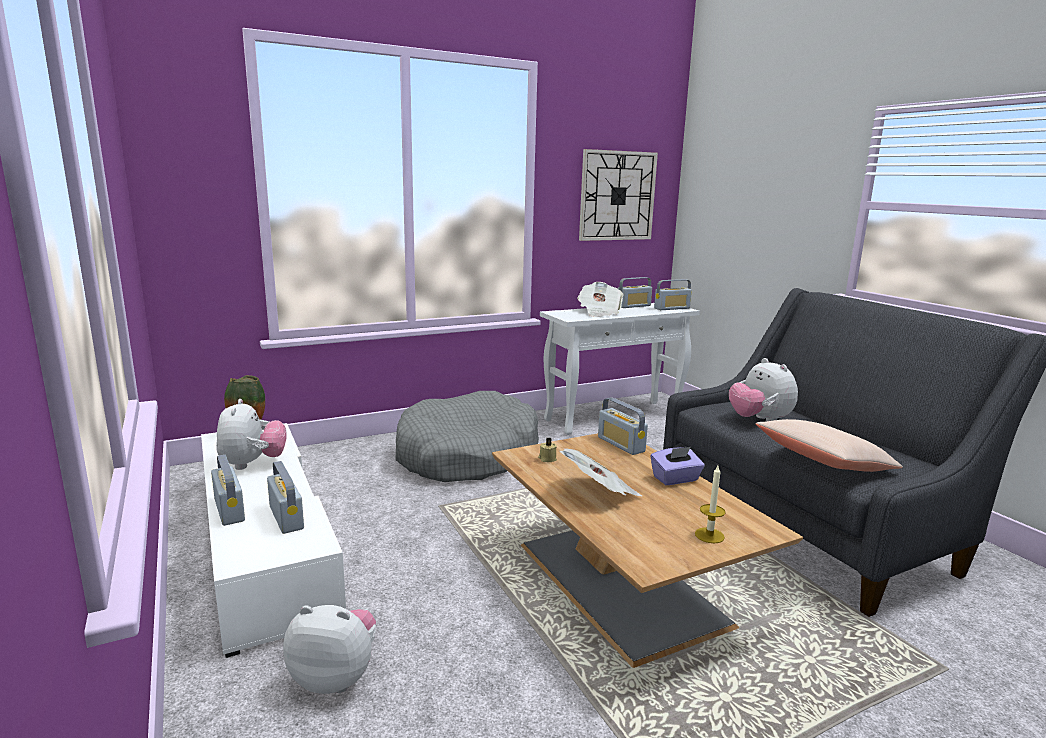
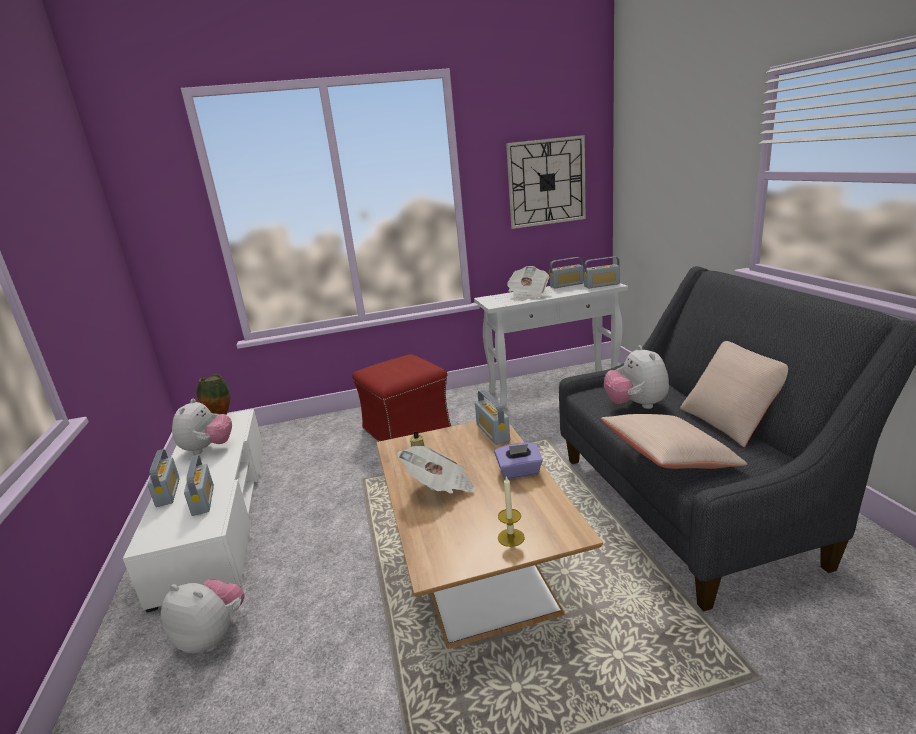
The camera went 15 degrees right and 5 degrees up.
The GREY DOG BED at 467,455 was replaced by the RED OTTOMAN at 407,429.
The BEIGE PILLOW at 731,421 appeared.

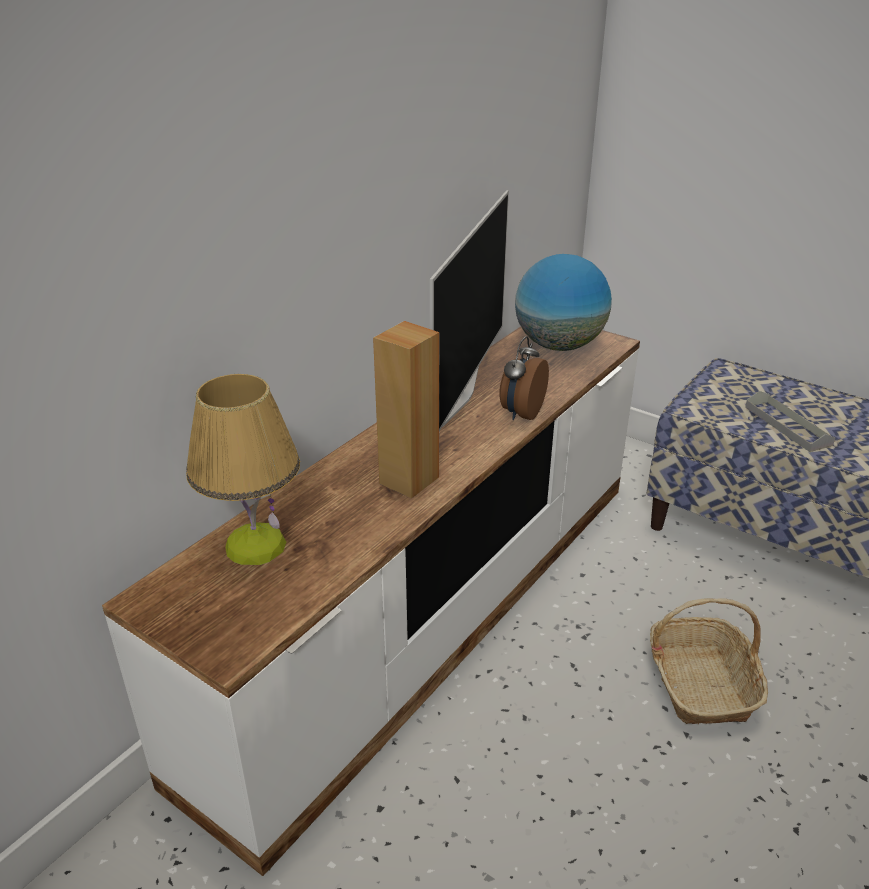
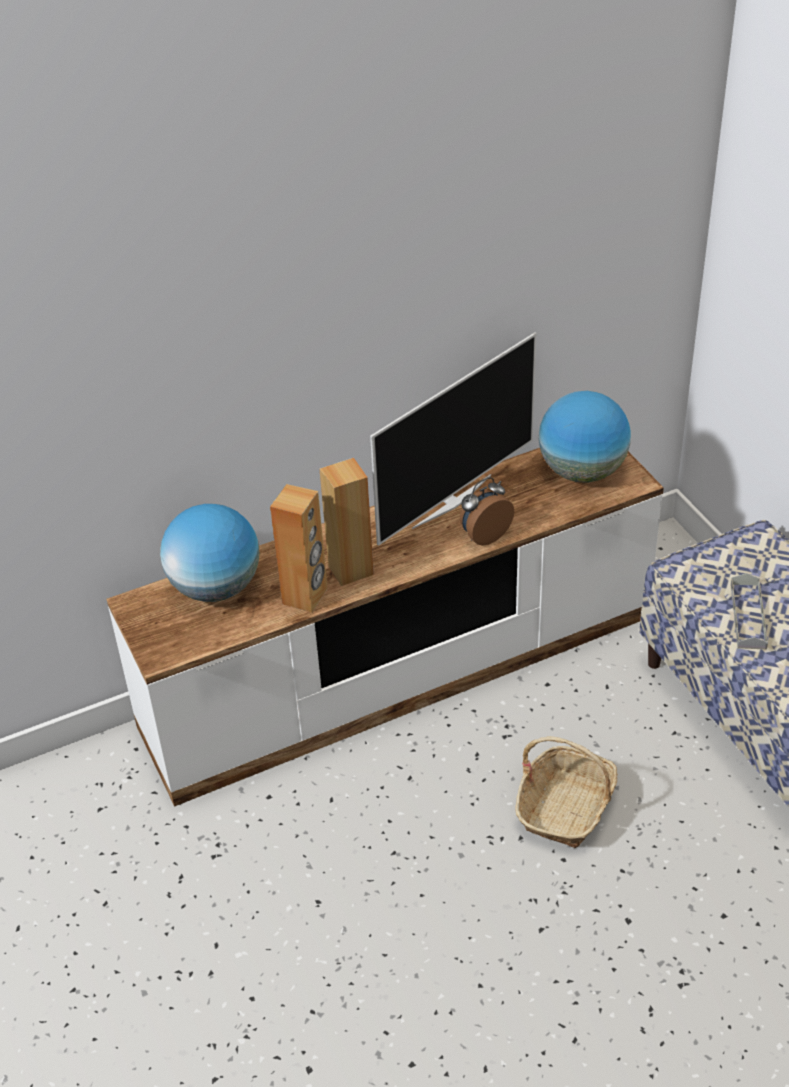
The camera went 30 degrees right and 10 degrees up.
The TABLE LAMP at 255,545 was replaced by the GLOBE at 216,587.
The BROWN SPEAKER at 305,596 appeared.

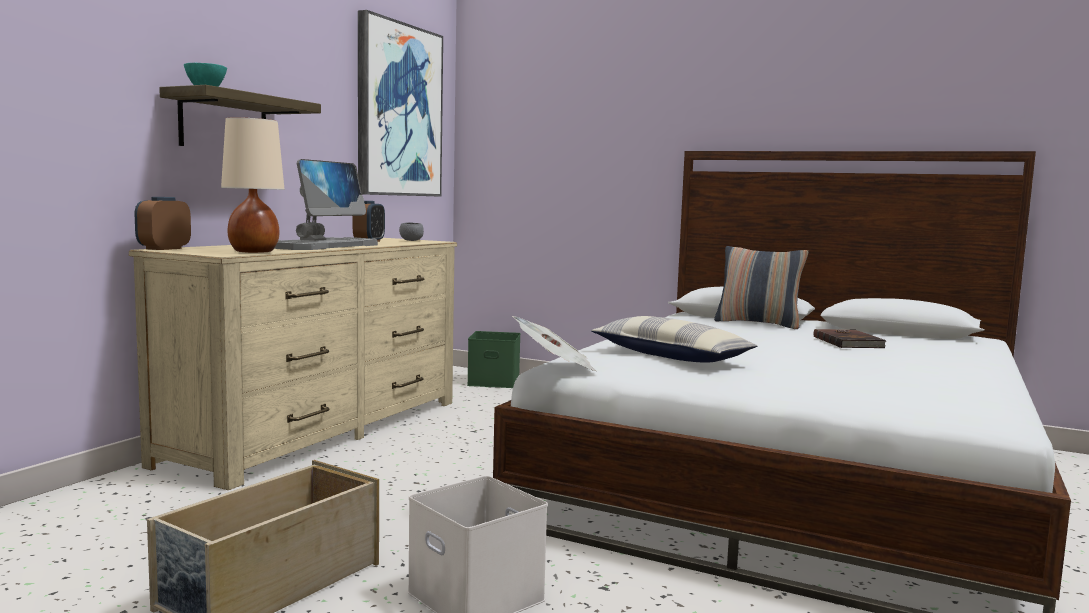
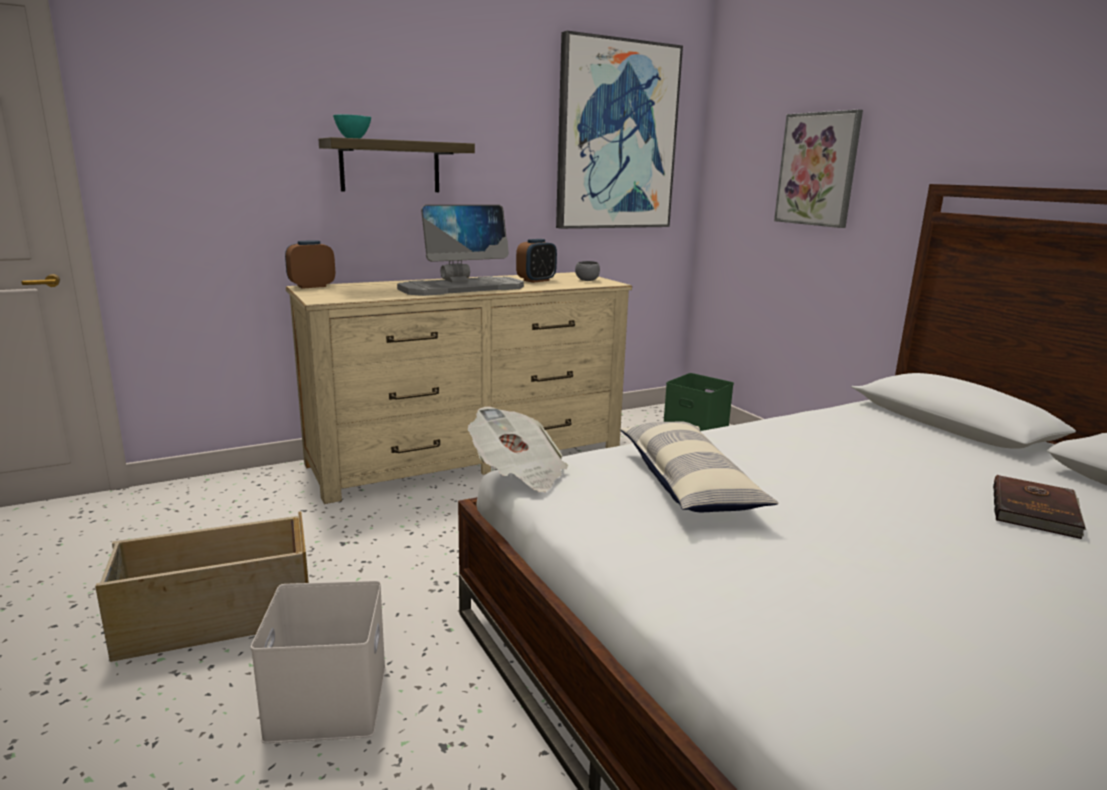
The camera went 35 degrees right and 10 degrees up.
The BEIGE TABLE LAMP at 253,252 disappeared.
The PILLOW at 758,323 disappeared.
The PICTURE at 817,169 appeared.

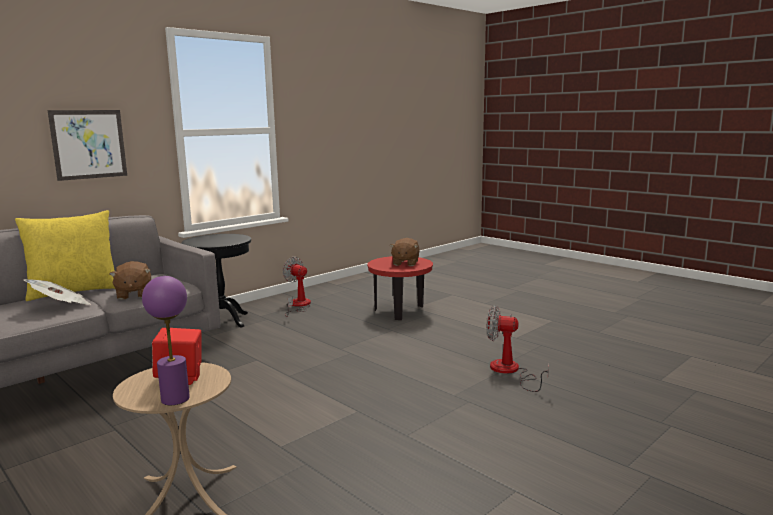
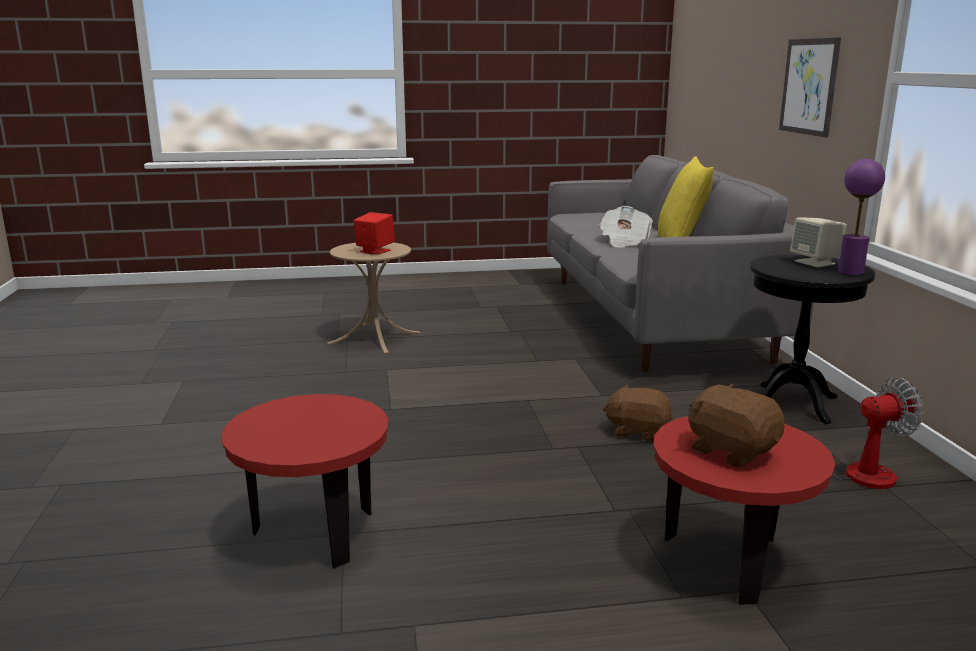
The camera went 125 degrees right and 5 degrees up.
The BROWN PLUSH TOY moved from 133,294 to 637,431.
The PURPLE TABLE LAMP moved from 175,399 to 850,272.
The FAN at 510,371 was replaced by the RED SIDE TABLE at 314,534.
The BEIGE SPEAKER at 815,262 appeared.

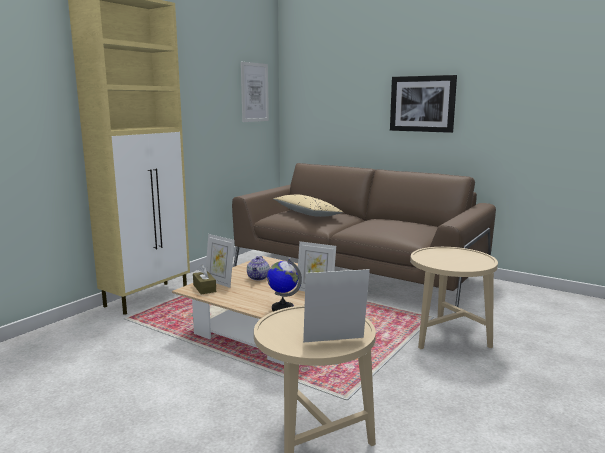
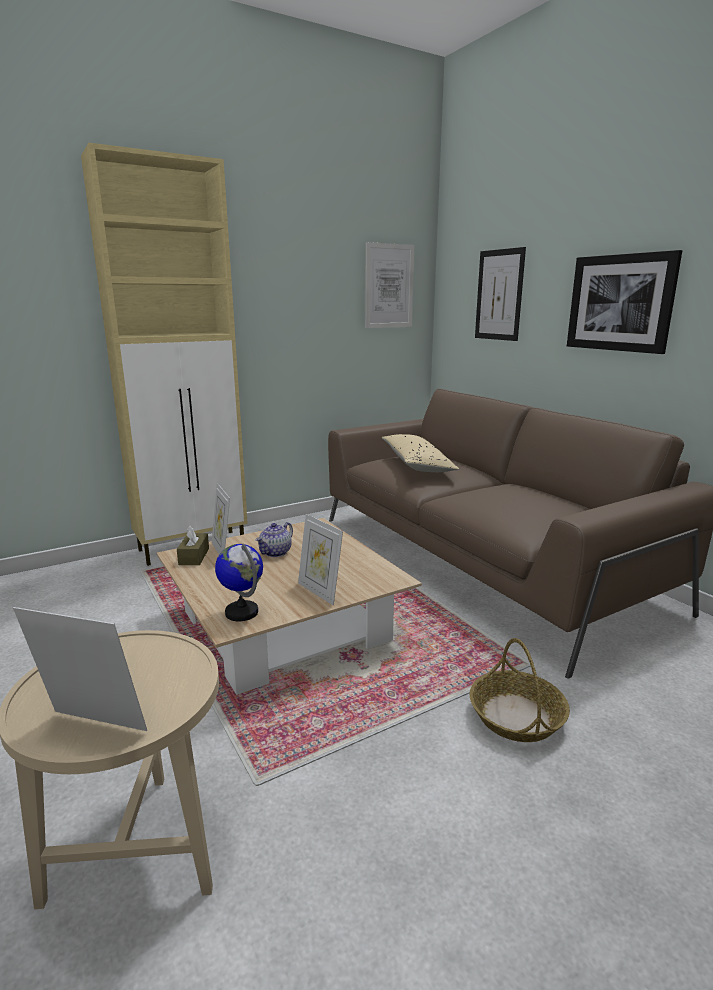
The camera went 25 degrees right and 5 degrees up.
The BEIGE SIDE TABLE at 447,339 was replaced by the BASKET at 517,716.
The PICTURE at 499,295 appeared.

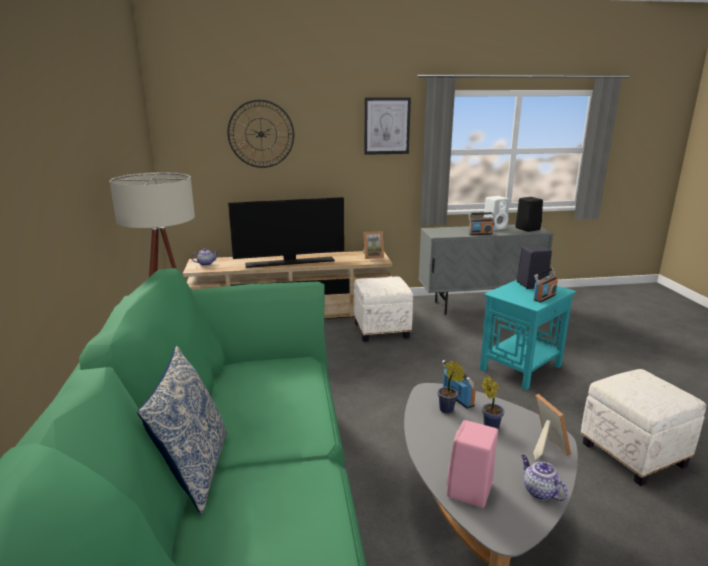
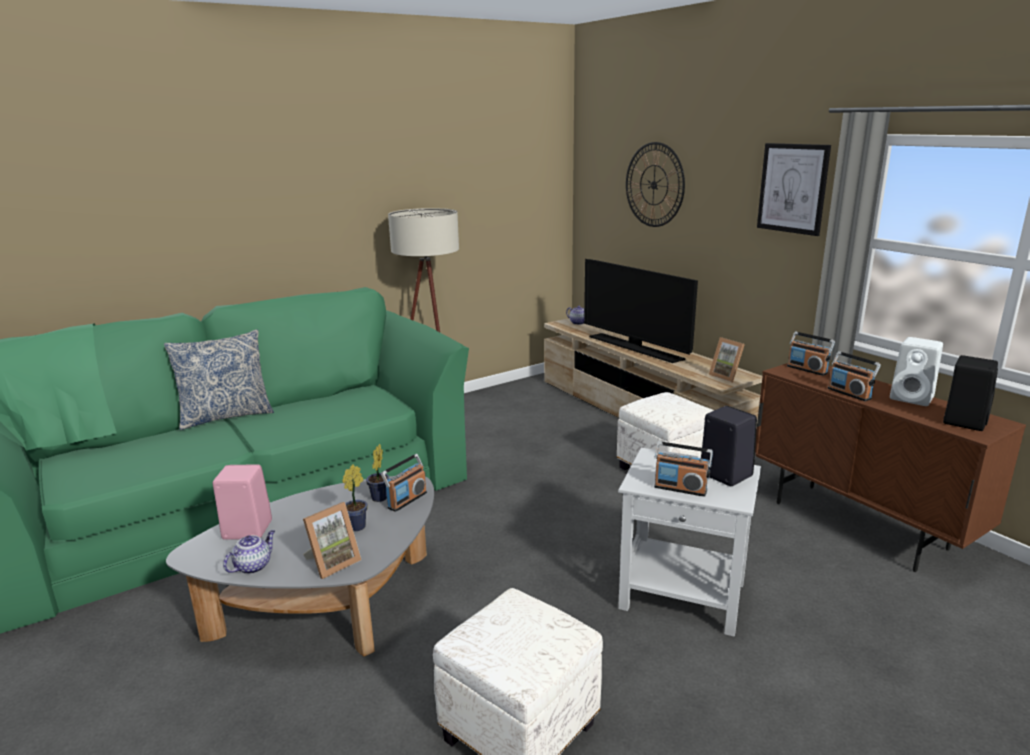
The camera went 65 degrees right and 0 degrees up.
The GREY CABINET at 479,305 became the BROWN CABINET at 858,525.
The TURQUOISE SIDE TABLE at 521,367 became the WHITE SIDE TABLE at 684,596.
The RADIO at 807,369 appeared.

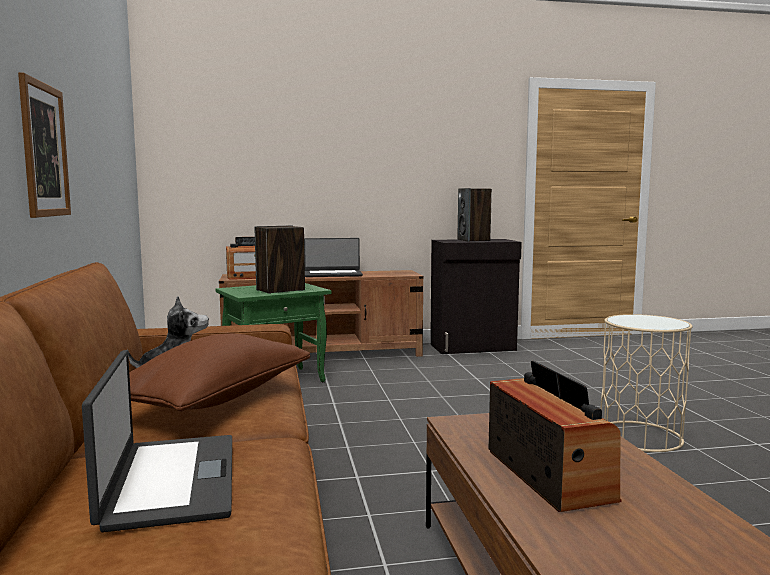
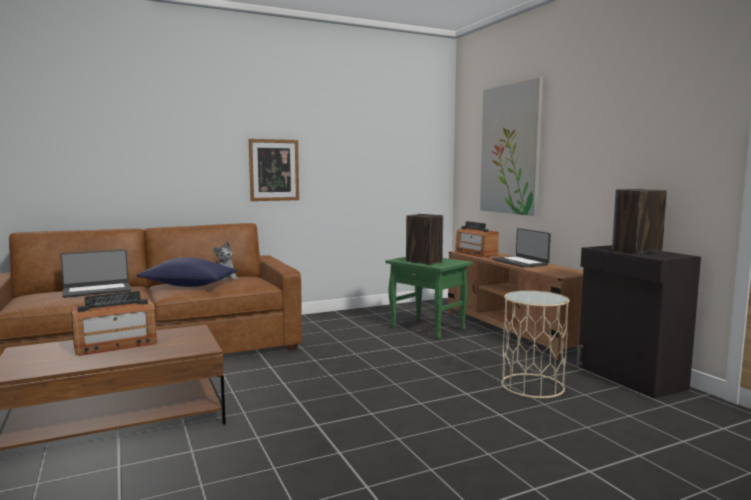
The camera went 75 degrees right and 0 degrees up.
The BROWN PILLOW at 215,399 became the BLUE PILLOW at 189,285.
The BEIGE SIDE TABLE moved from 640,436 to 532,385.
The PICTURE at 510,149 appeared.

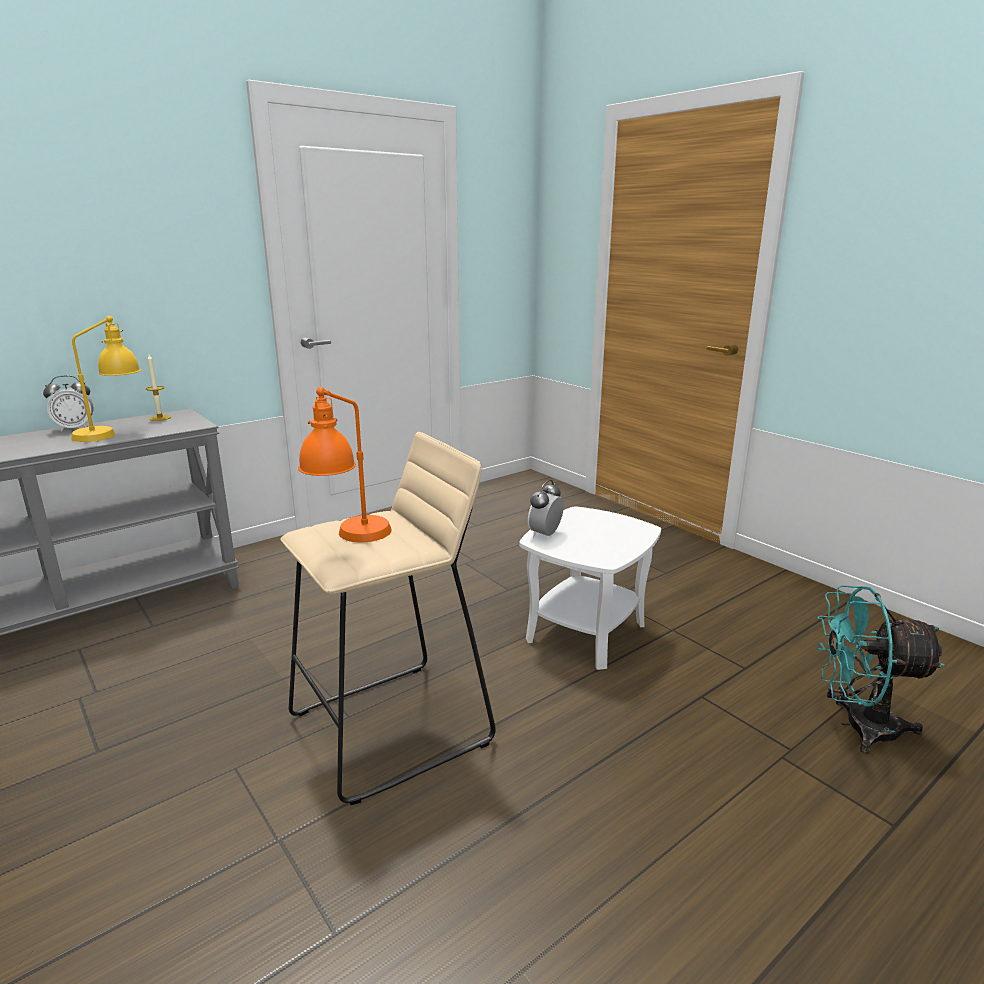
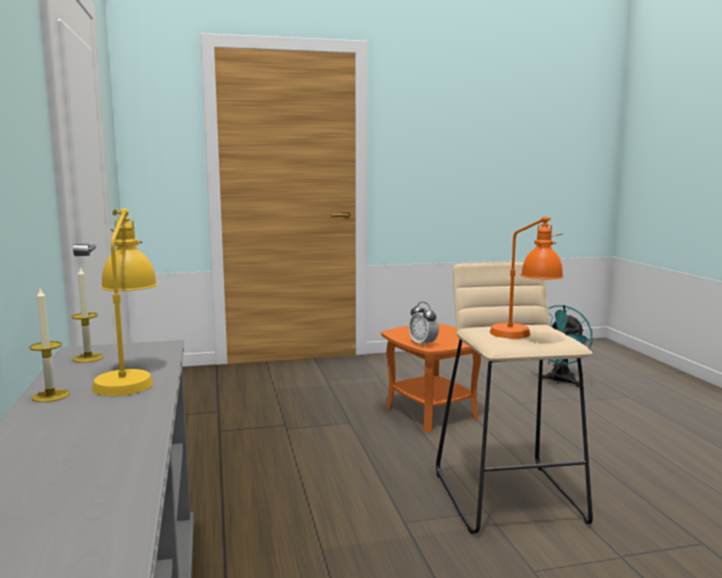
The camera went 65 degrees left and 10 degrees down.
The ALARM CLOCK at 75,428 was replaced by the CANDLE at 50,396.
The WHITE SIDE TABLE at 586,632 became the ORANGE SIDE TABLE at 431,413.

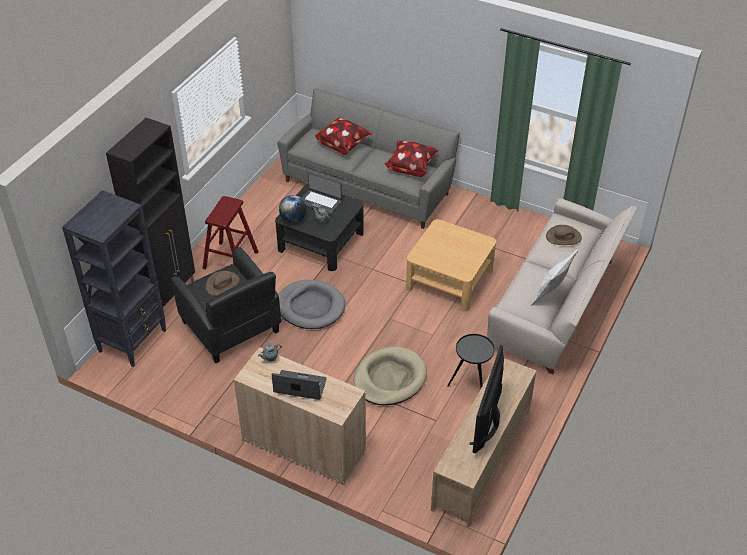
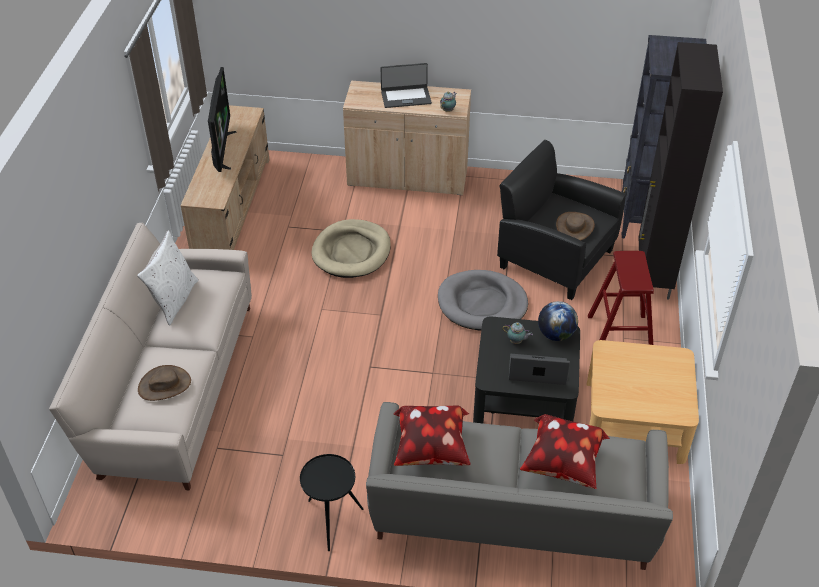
The camera went 160 degrees right and 0 degrees up.
The BEIGE COFFEE TABLE moved from 449,279 to 634,419.
The BLACK SIDE TABLE moved from 471,384 to 331,522.

